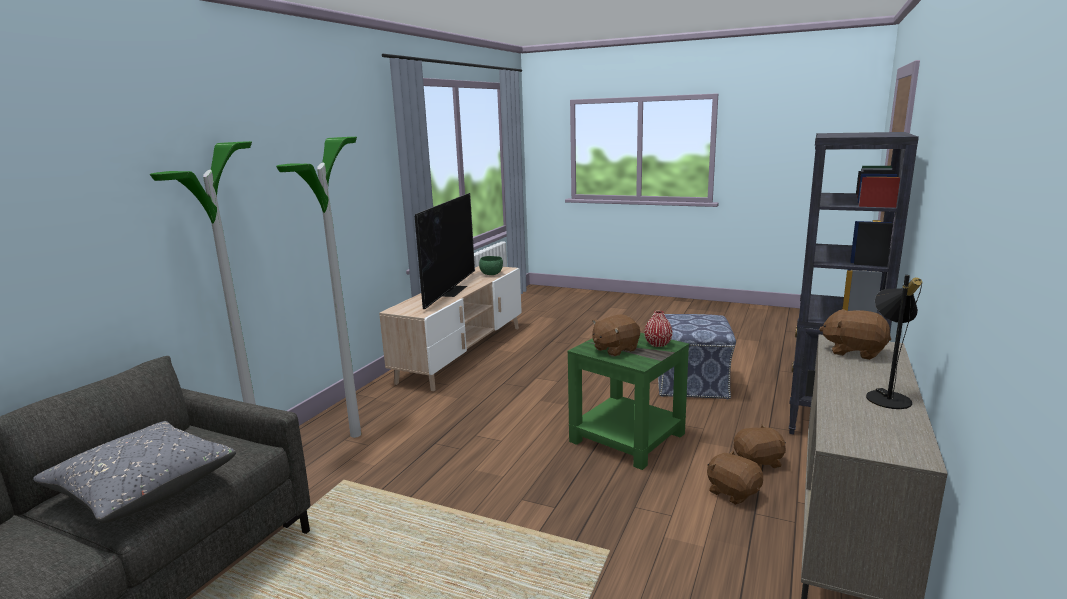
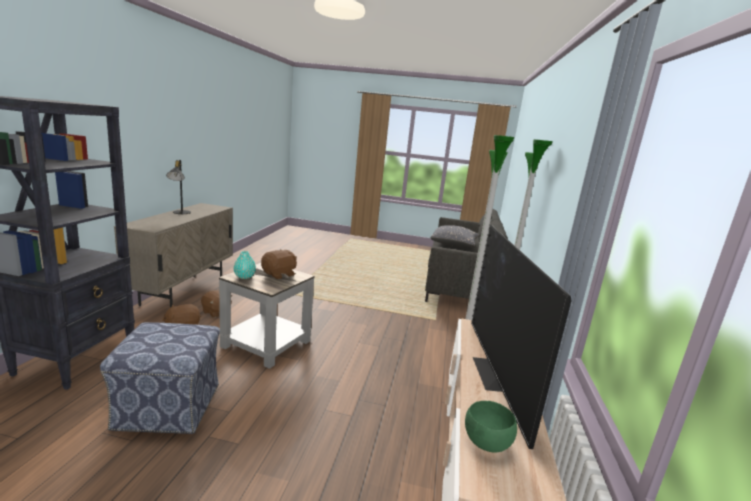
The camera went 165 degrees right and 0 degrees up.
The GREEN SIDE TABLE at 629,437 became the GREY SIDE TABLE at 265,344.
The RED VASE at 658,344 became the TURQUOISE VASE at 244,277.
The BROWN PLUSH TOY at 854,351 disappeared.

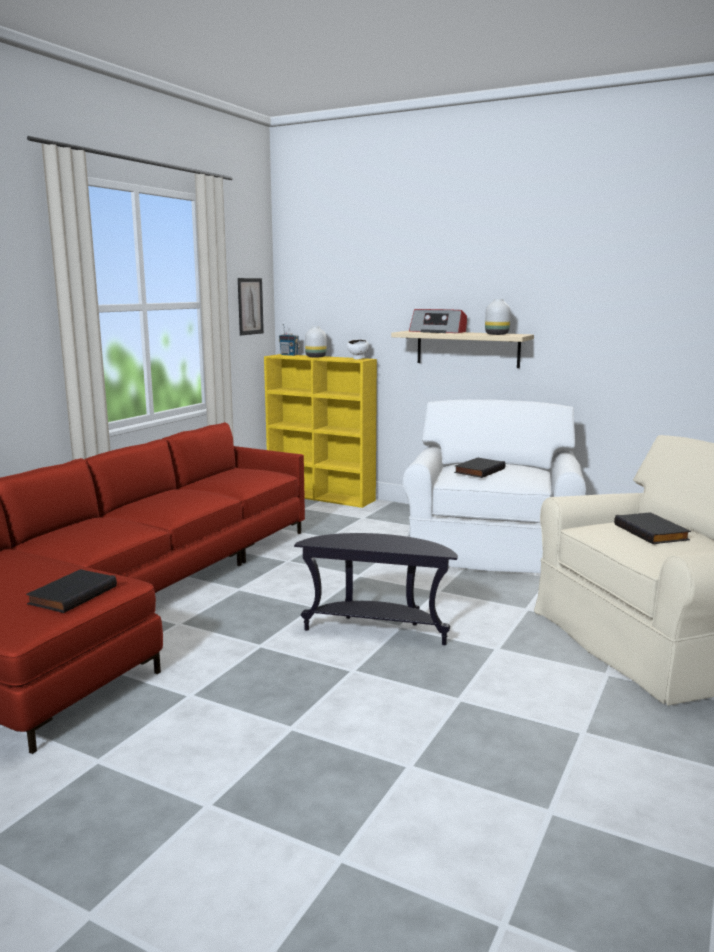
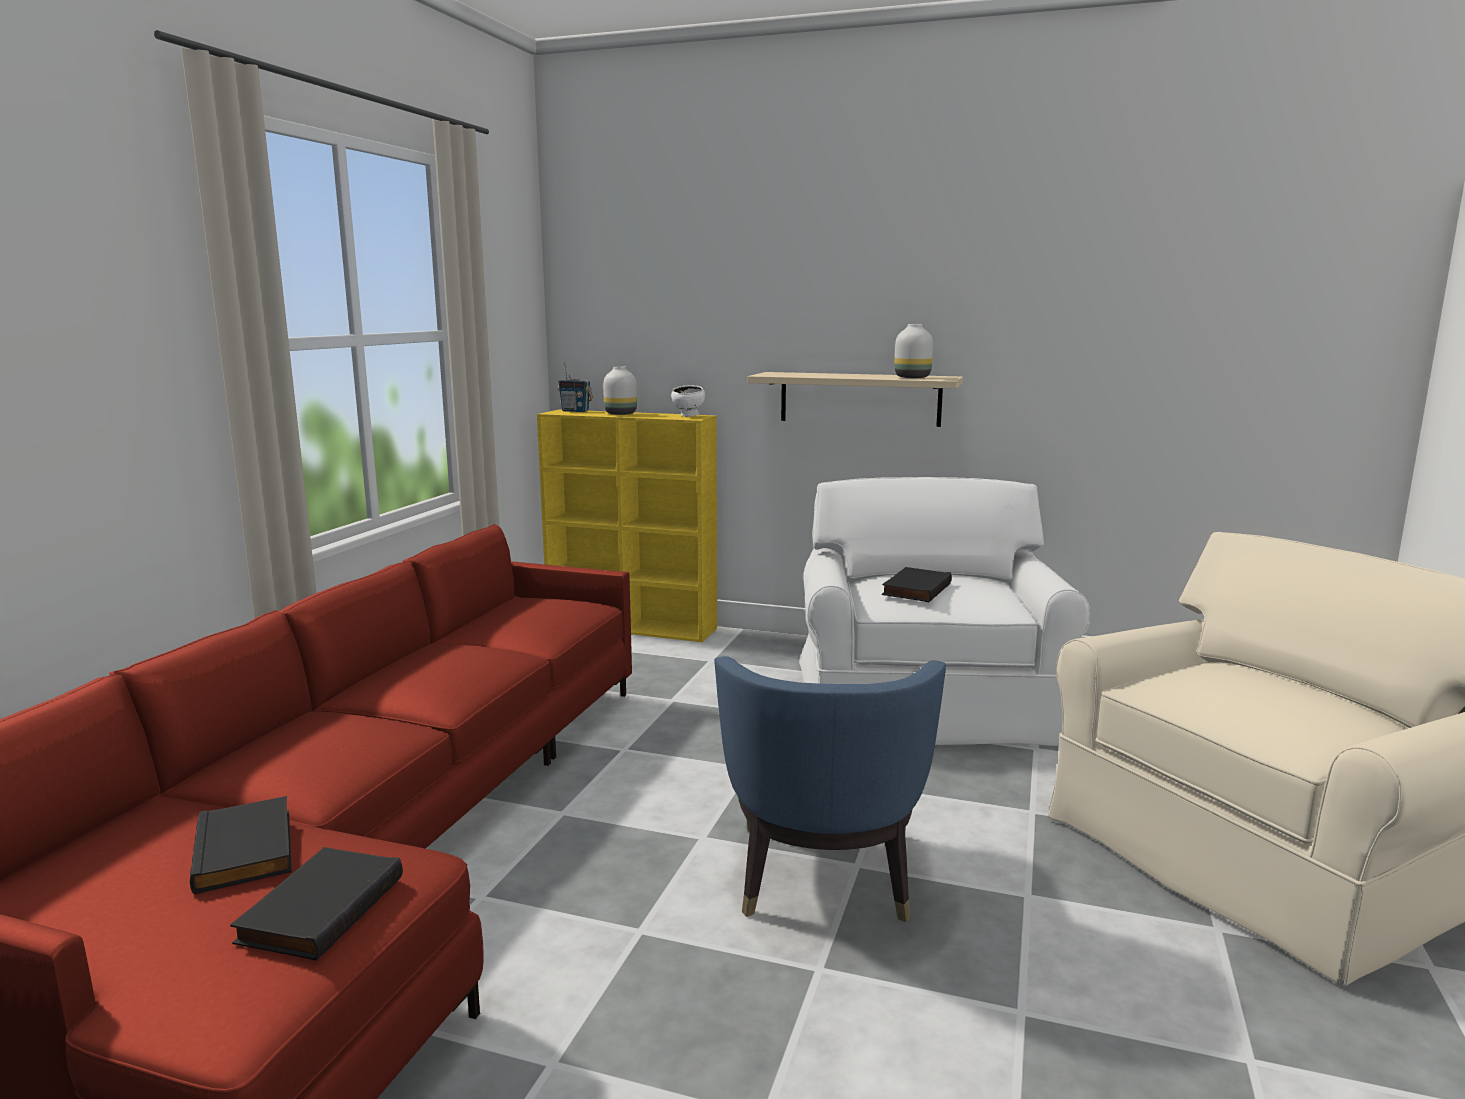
The camera went 10 degrees left and 0 degrees up.
The PICTURE at 250,306 disappeared.
The BLACK SIDE TABLE at 377,629 was replaced by the BLUE ARMCHAIR at 822,875.
The RADIO at 438,332 disappeared.
The BLACK BOOK moved from 652,532 to 248,850.

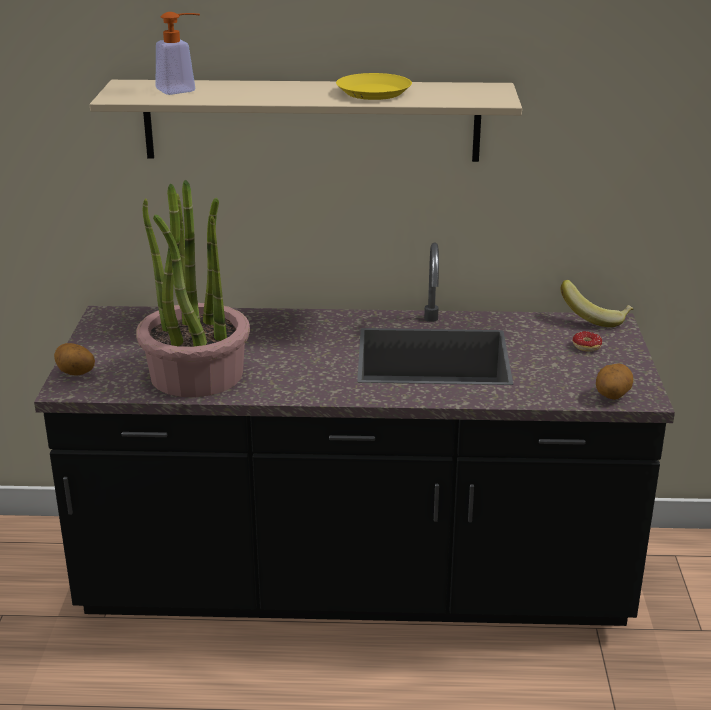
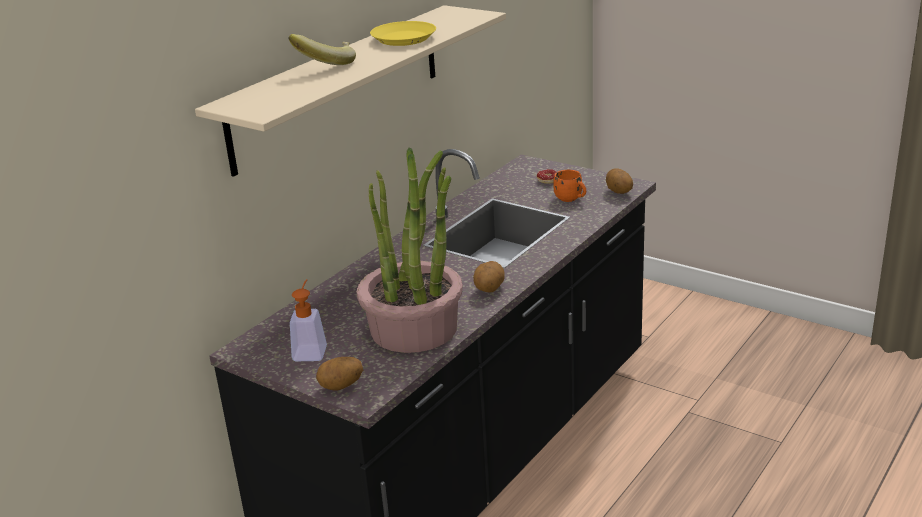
The camera went 55 degrees left and 0 degrees up.
The SOAP DISPENSER moved from 182,89 to 311,350.
The BANANA moved from 595,318 to 326,64.
The POTATO at 489,289 appeared.
The ORANGE MUG at 571,199 appeared.

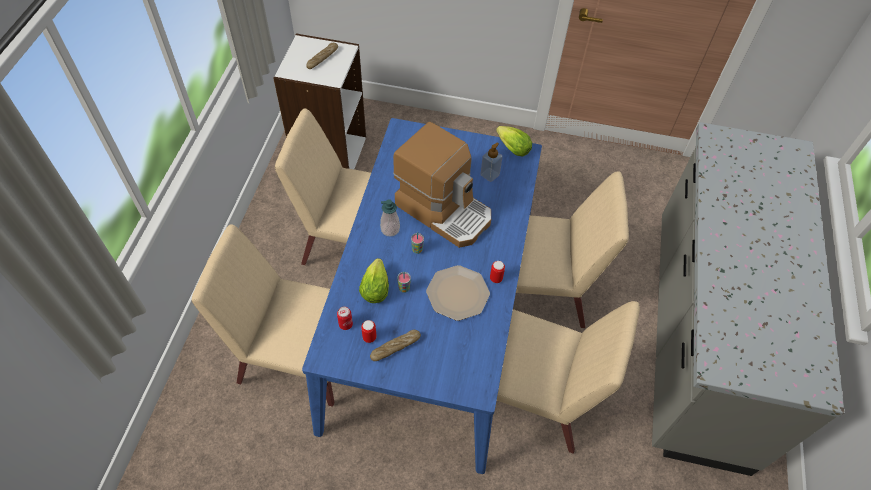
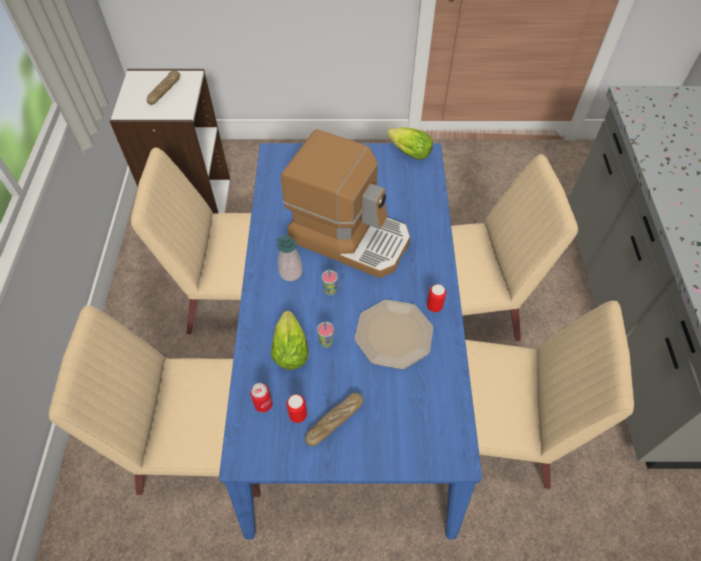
The camera went 10 degrees left and 0 degrees up.
The SOAP DISPENSER at 489,175 disappeared.

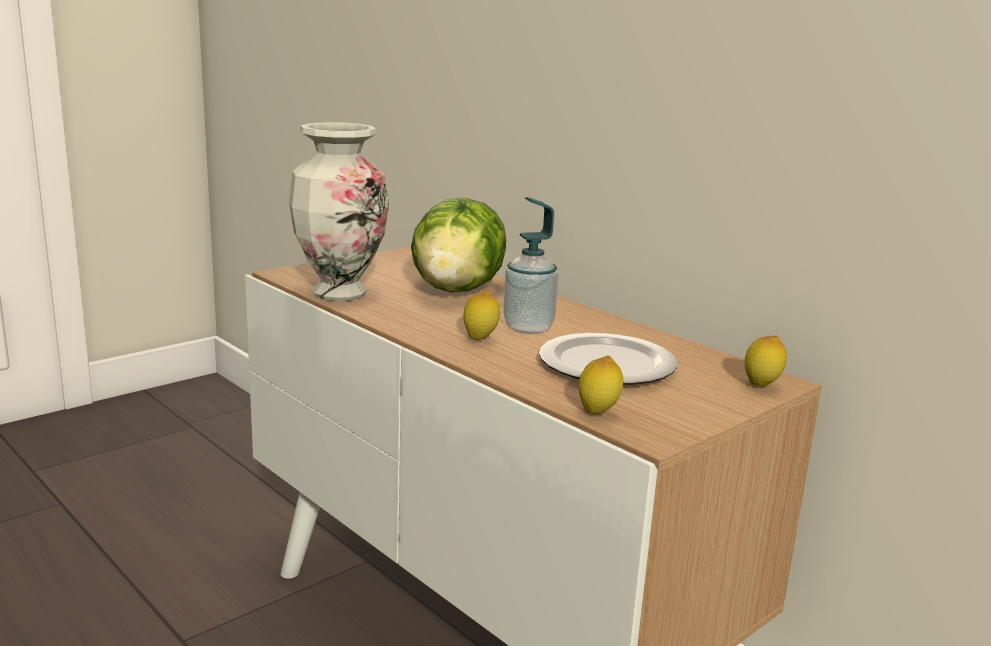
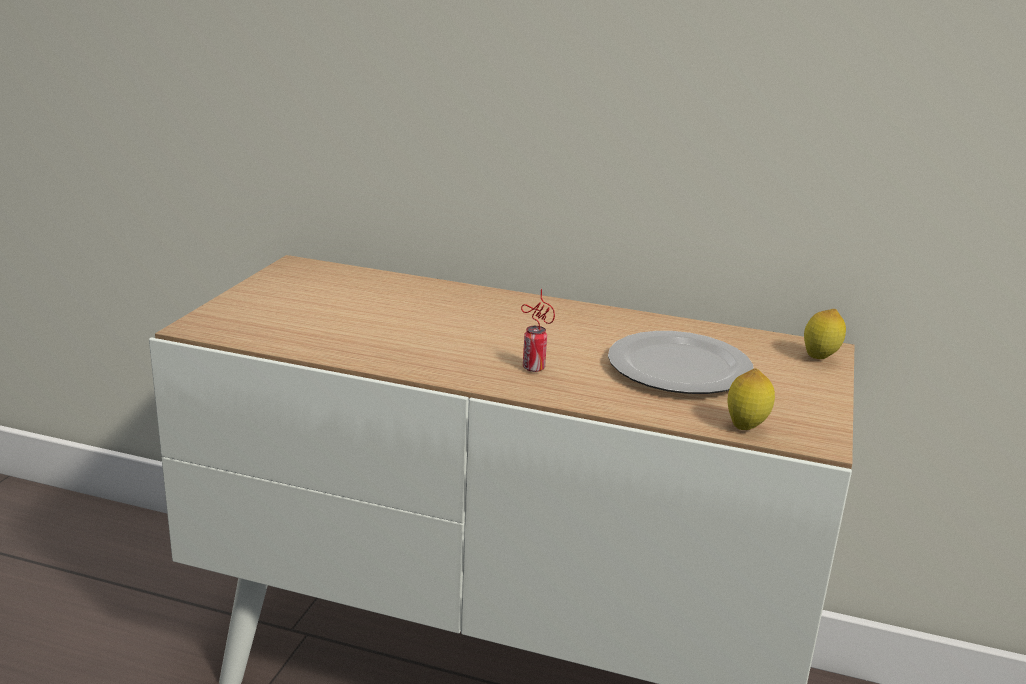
The camera went 30 degrees left and 5 degrees up.
The VASE at 339,294 disappeared.
The LETTUCE at 457,290 disappeared.
The LEMON at 480,339 was replaced by the CAN at 531,367.
The SOAP DISPENSER at 528,328 disappeared.

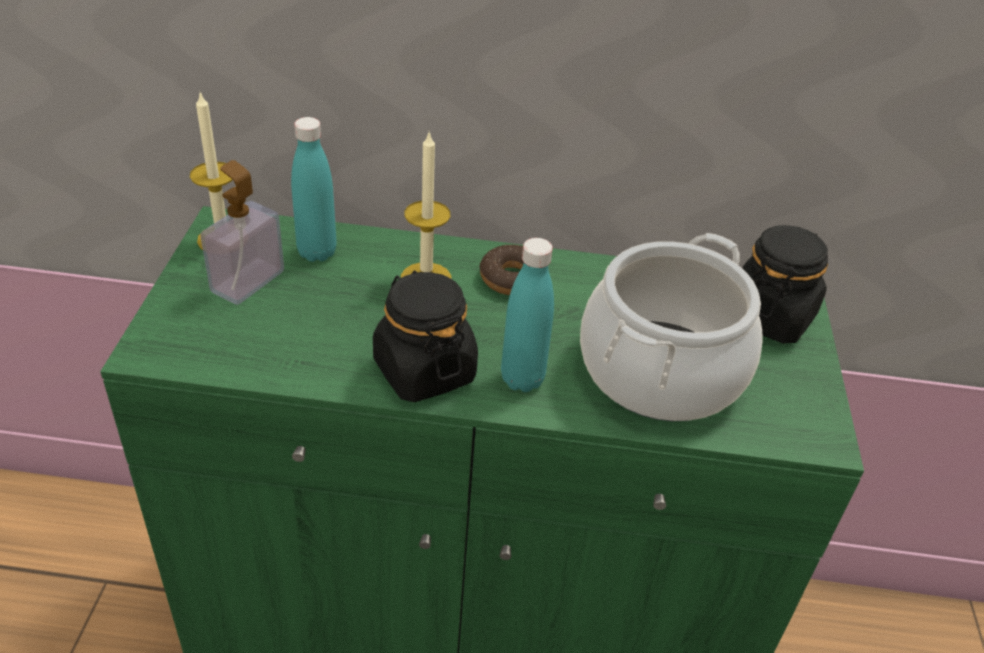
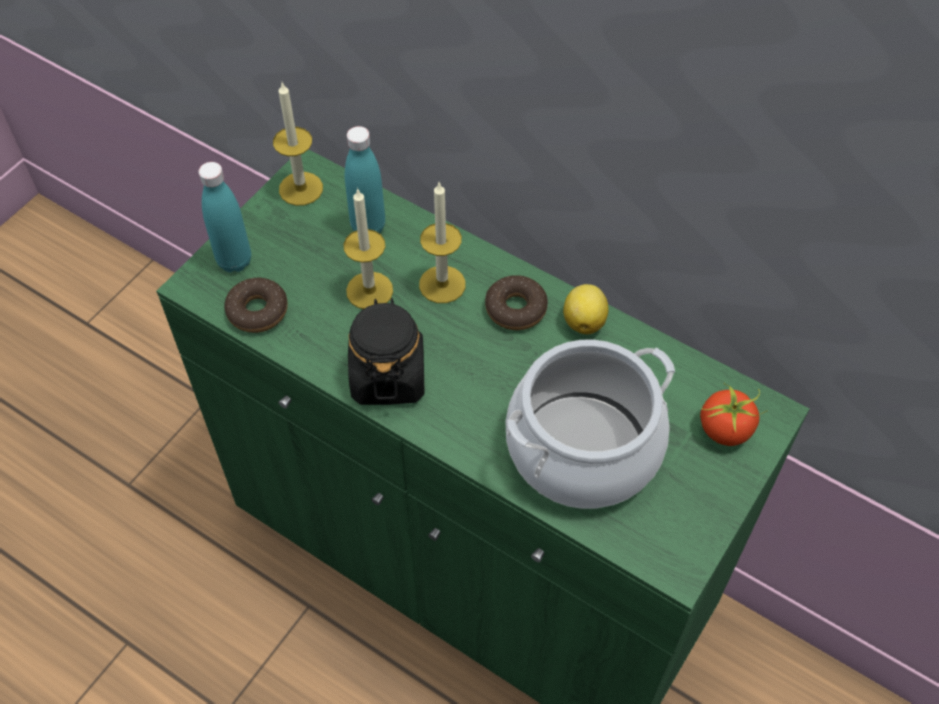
The camera went 30 degrees right and 15 degrees up.
The SOAP DISPENSER at 248,281 disappeared.
The TURQUOISE BOTTLE moved from 522,379 to 234,261.
The BLACK JAR at 769,316 was replaced by the TOMATO at 725,430.
The DONUT at 257,311 appeared.
The CANDLE at 369,290 appeared.
The LEMON at 584,321 appeared.

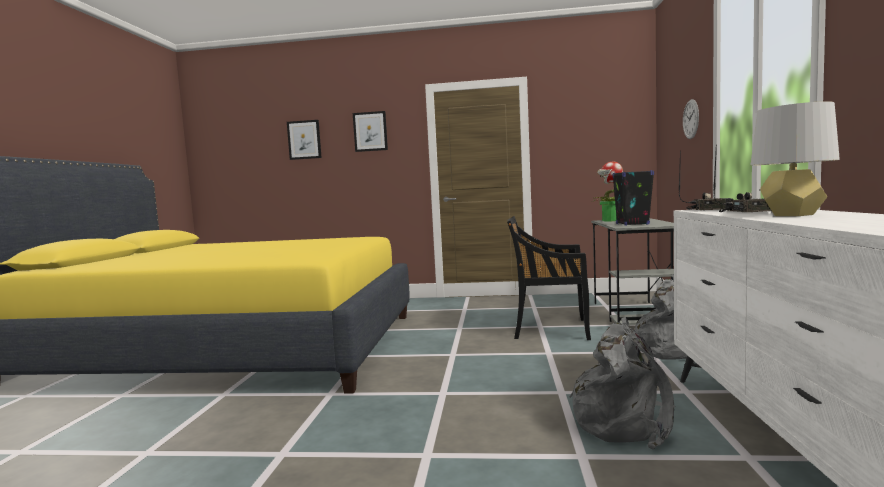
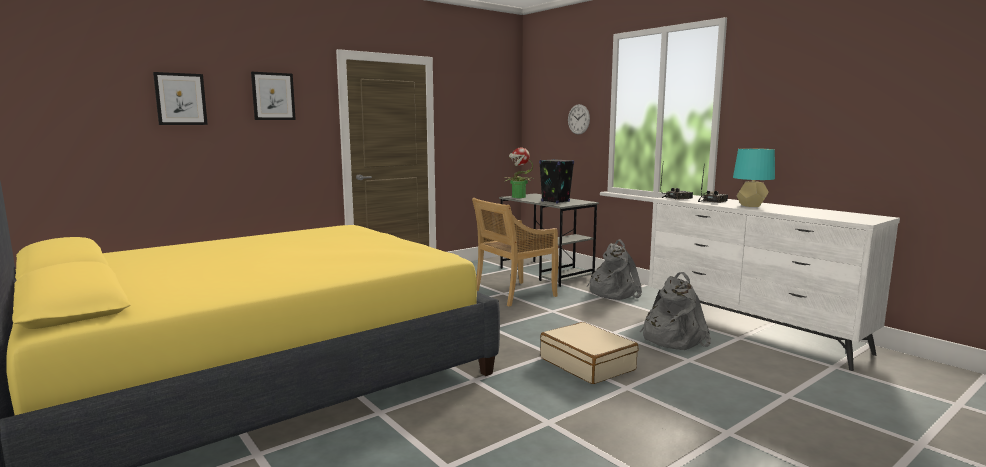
The camera went 45 degrees left and 5 degrees up.
The BLACK CHAIR at 549,329 became the BEIGE CHAIR at 514,294.
The GREY TABLE LAMP at 791,215 became the TURQUOISE TABLE LAMP at 751,205.
The BEIGE SUITCASE at 587,364 appeared.

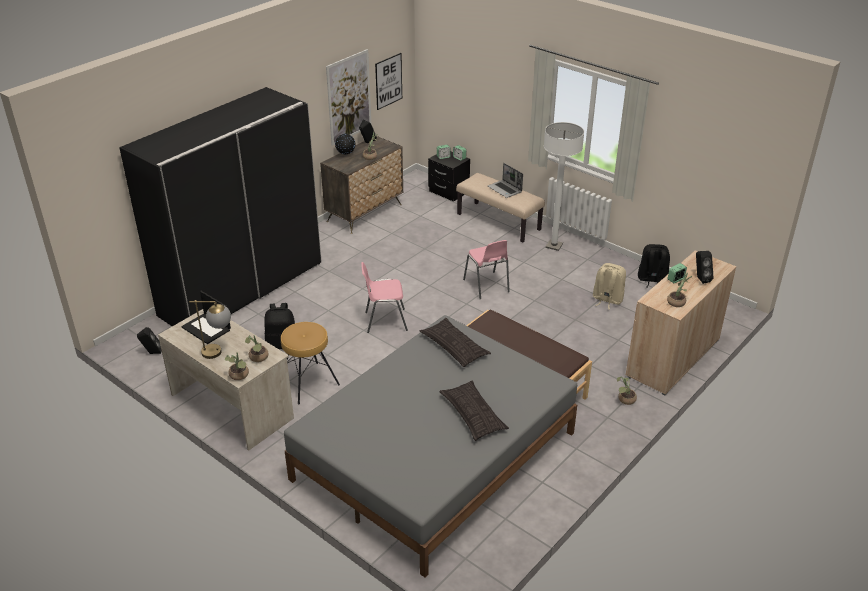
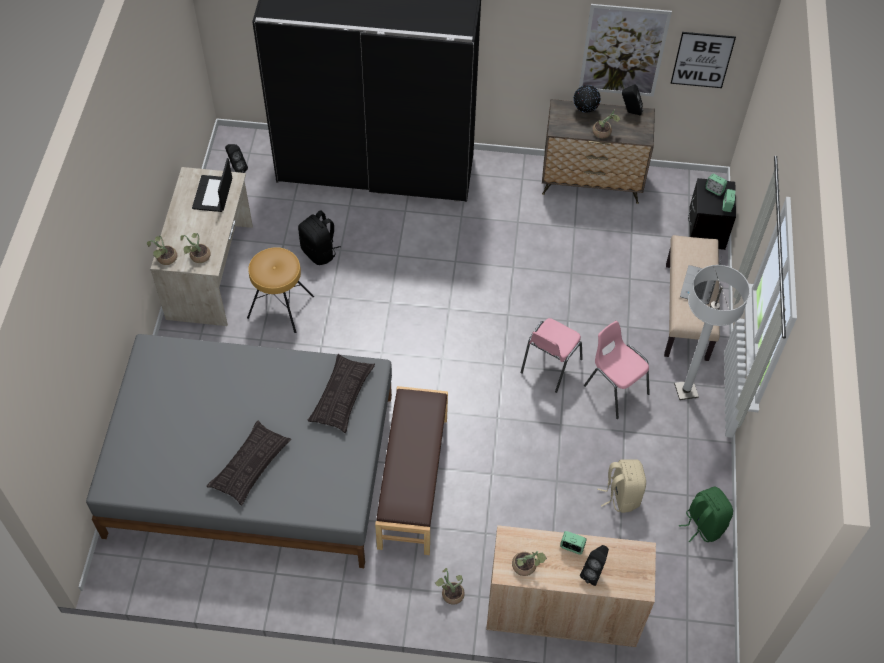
The camera went 55 degrees right and 20 degrees up.
The TABLE LAMP at 219,352 disappeared.
The PINK CHAIR moved from 384,321 to 614,389.
The BLACK BACKPACK at 652,279 became the GREEN BACKPACK at 702,525.

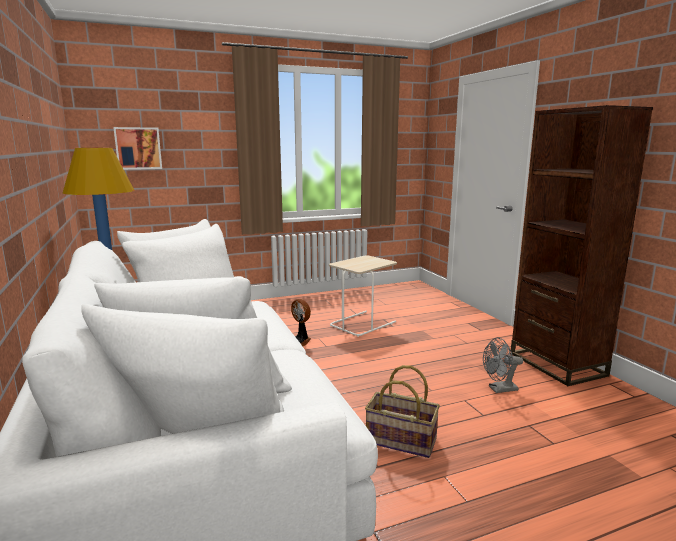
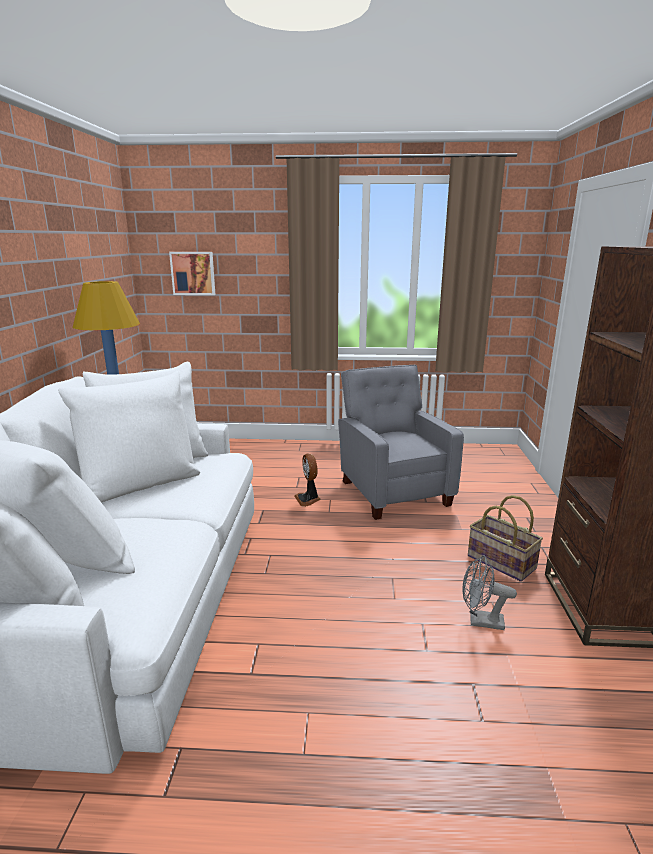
The camera went 25 degrees right and 5 degrees up.
The BEIGE SIDE TABLE at 362,323 was replaced by the GREY ARMCHAIR at 393,491.
The BASKET moved from 400,441 to 500,562.

